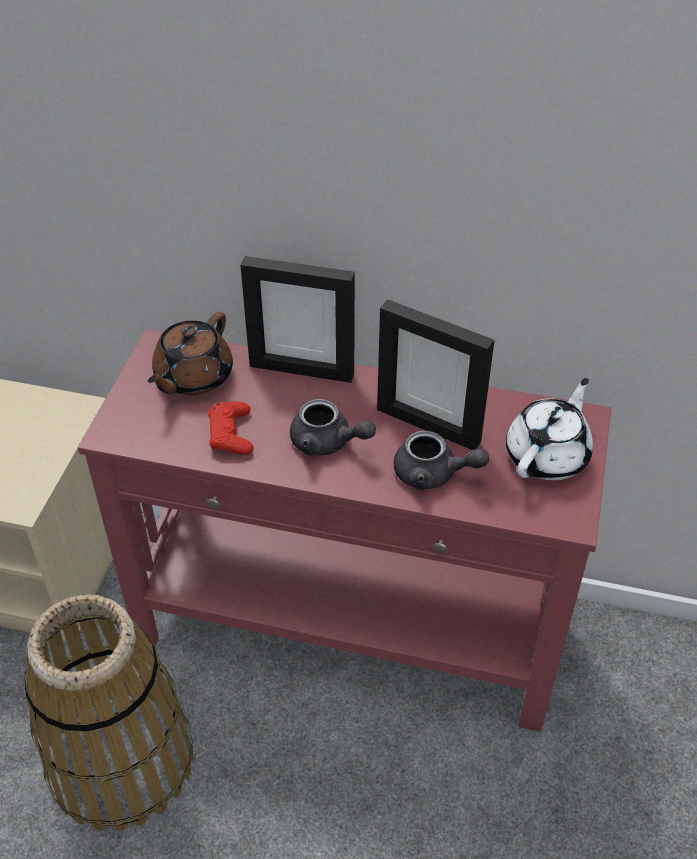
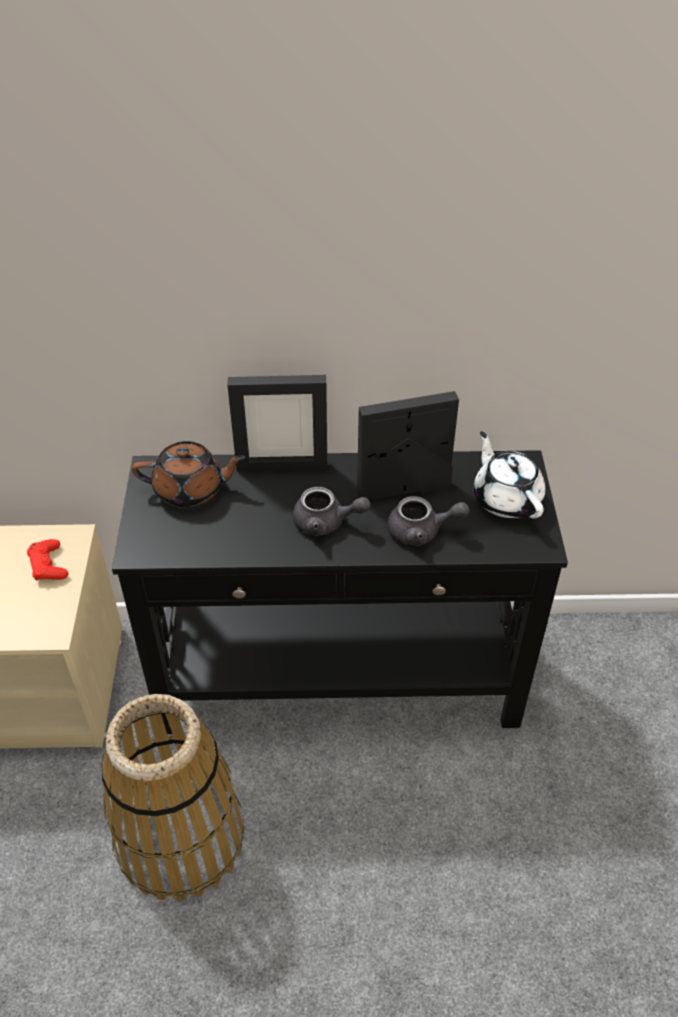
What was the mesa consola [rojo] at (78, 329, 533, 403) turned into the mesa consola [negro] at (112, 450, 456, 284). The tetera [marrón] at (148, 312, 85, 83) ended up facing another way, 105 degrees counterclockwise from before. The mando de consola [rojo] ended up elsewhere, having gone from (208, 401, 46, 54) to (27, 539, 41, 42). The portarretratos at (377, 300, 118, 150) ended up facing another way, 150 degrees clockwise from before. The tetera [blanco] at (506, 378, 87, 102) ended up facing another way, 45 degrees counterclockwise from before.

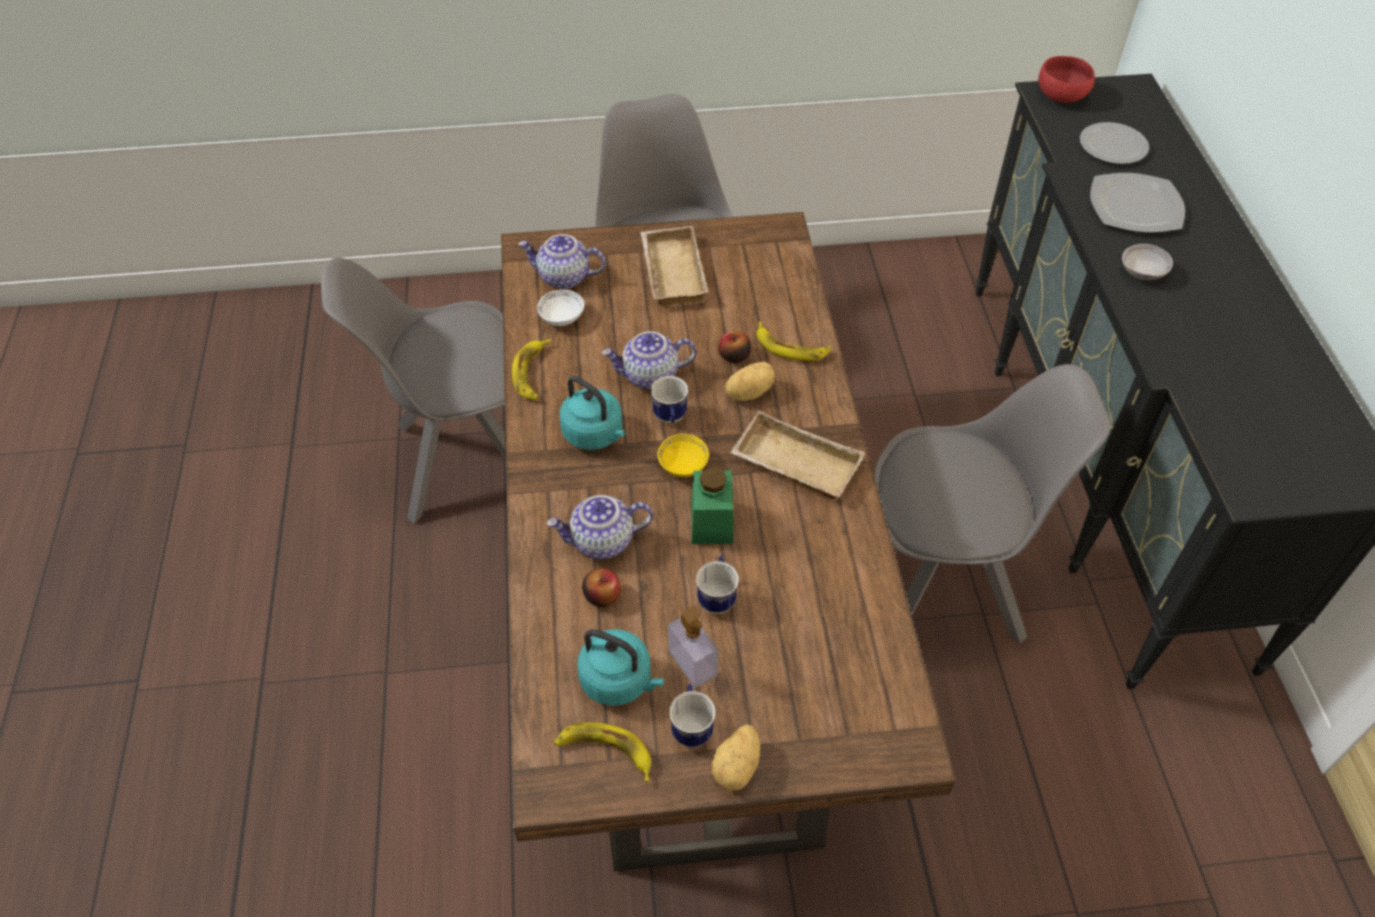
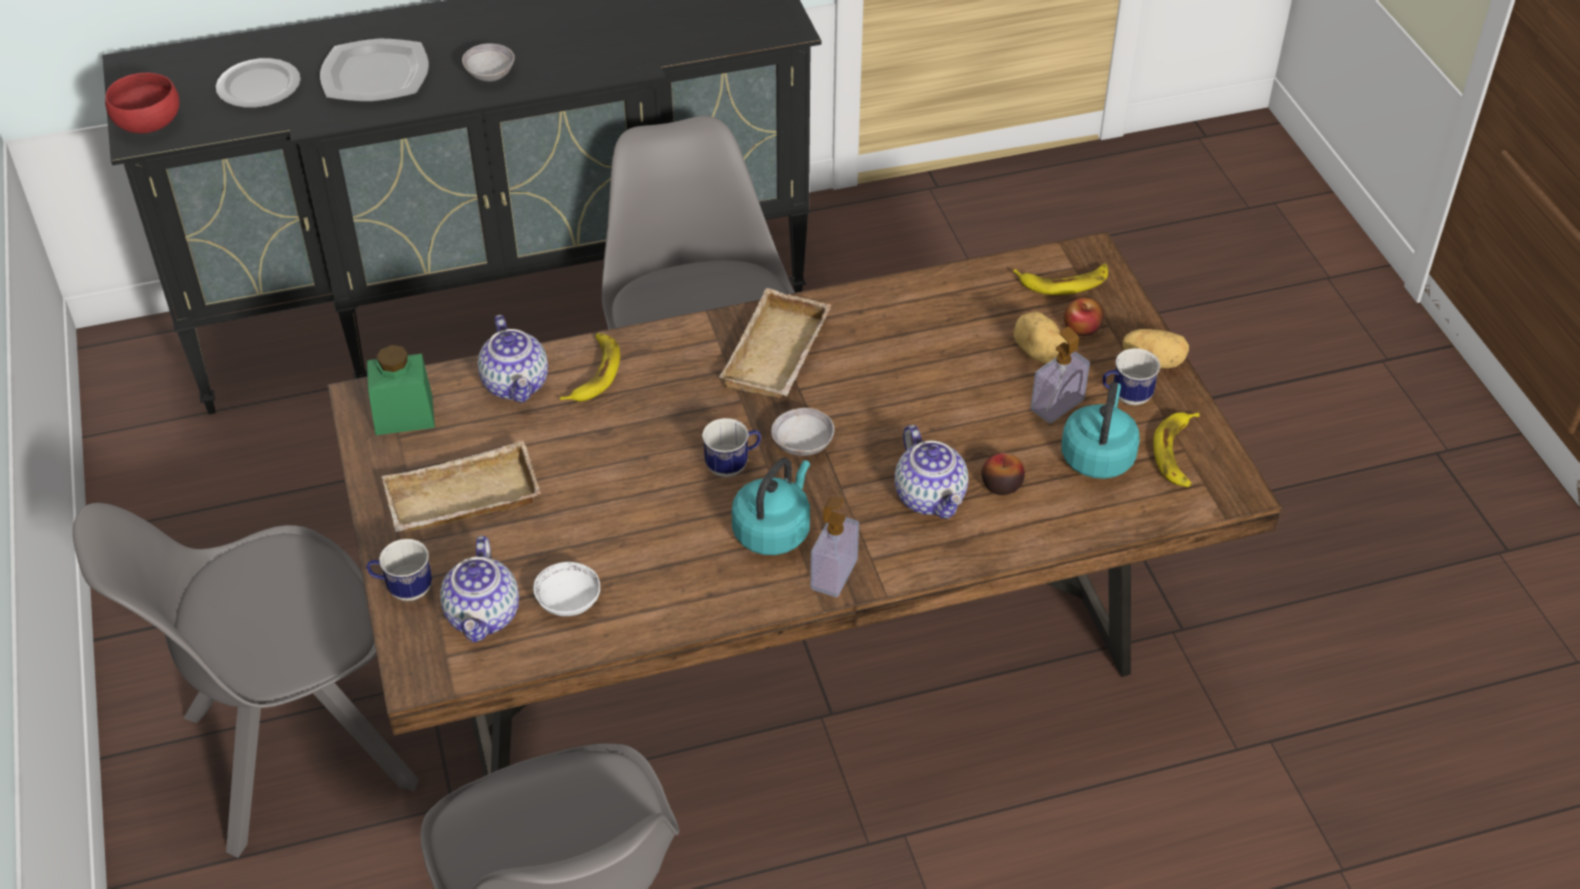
The plátano ended up elsewhere, having gone from (512, 339, 39, 61) to (1013, 264, 95, 31). The tetera ended up elsewhere, having gone from (602, 331, 95, 58) to (478, 315, 70, 88). What was the cuenco [amarillo] at (657, 434, 52, 43) turned into the cuenco [gris] at (771, 408, 64, 48). The tarro [verde] ended up elsewhere, having gone from (691, 467, 42, 77) to (367, 345, 68, 90). The taza grande ended up elsewhere, having gone from (696, 556, 43, 58) to (366, 539, 66, 62). The manzana ended up elsewhere, having gone from (718, 331, 33, 32) to (1064, 297, 40, 39). The patata ended up elsewhere, having gone from (725, 361, 50, 40) to (1013, 312, 55, 51). The second view gained the dispensador de jabón at (811, 497, 48, 100).

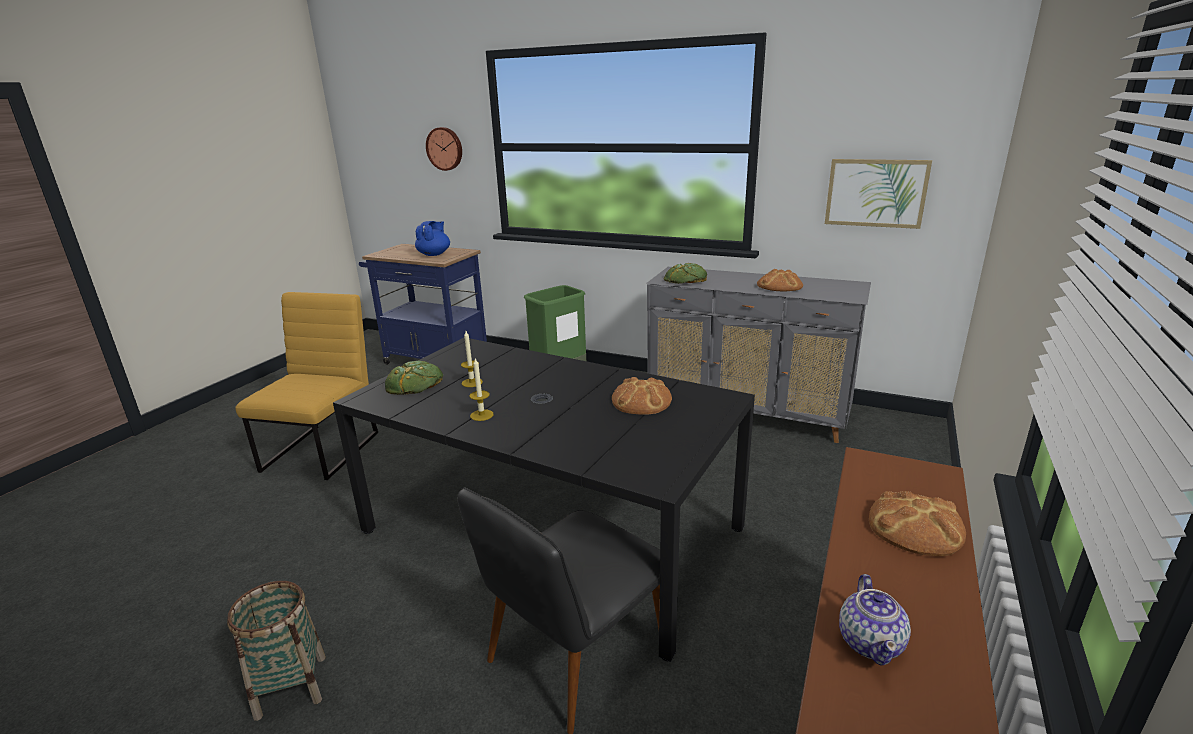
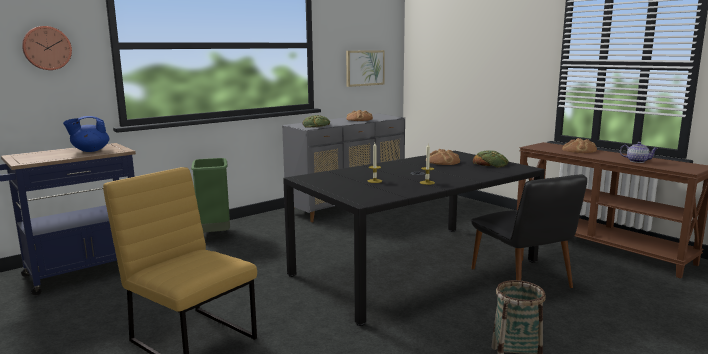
The pan ended up elsewhere, having gone from (385, 361, 58, 34) to (473, 150, 35, 18). The tetera [azul] at (415, 221, 35, 35) ended up facing another way, 75 degrees counterclockwise from before.

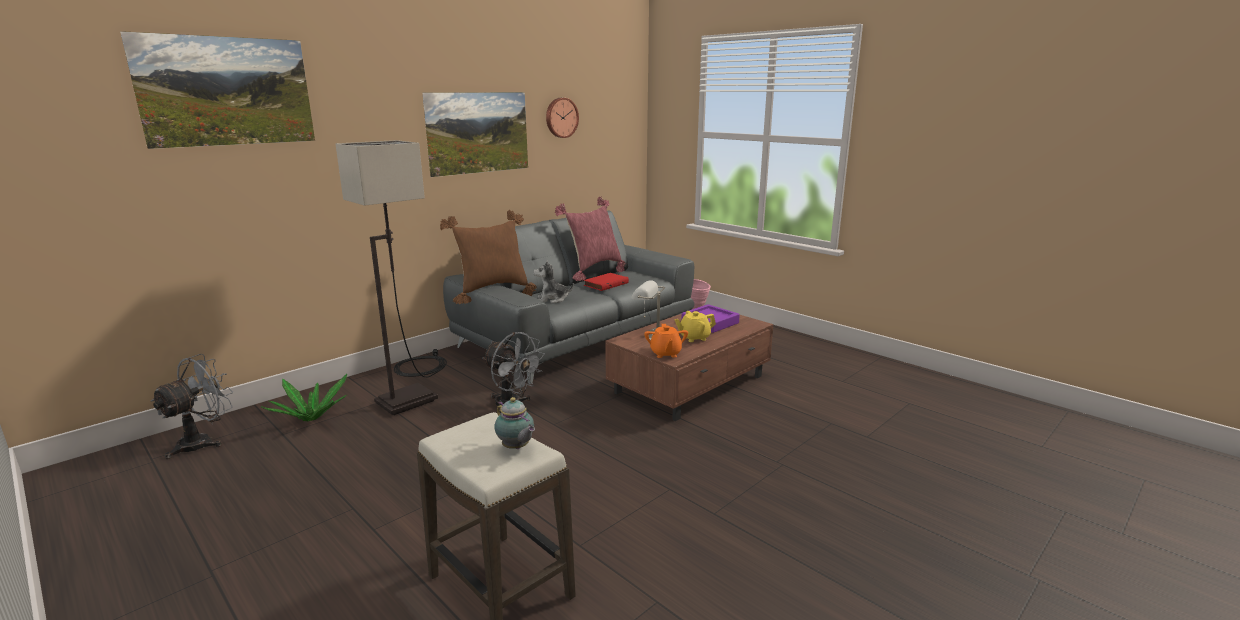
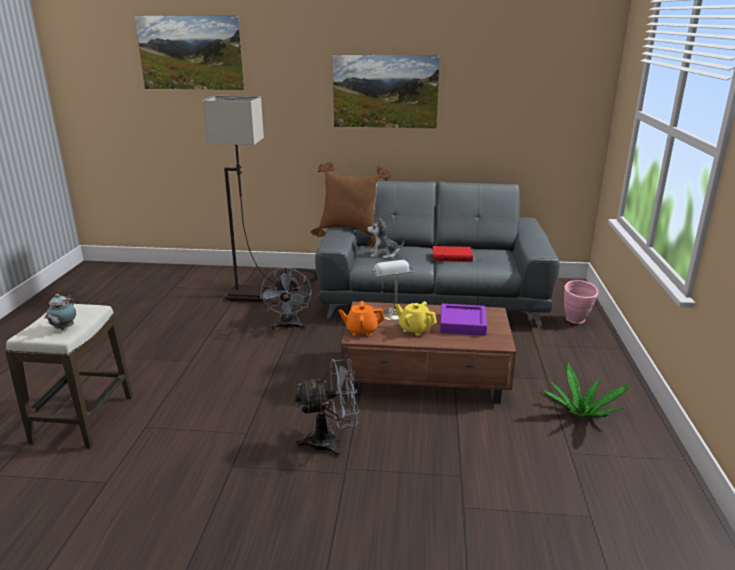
The ventilador [gris] ended up elsewhere, having gone from (151, 354, 82, 105) to (295, 359, 64, 98). The planta en maceta ended up elsewhere, having gone from (262, 374, 85, 47) to (542, 362, 89, 56). The peluche at (533, 261, 41, 42) ended up facing another way, 45 degrees counterclockwise from before. The second view lost the reloj de pared at (546, 98, 33, 40). The second view lost the cojín [rojo] at (555, 197, 71, 84). The tetera [naranja] at (644, 324, 44, 34) ended up facing another way, 45 degrees clockwise from before.

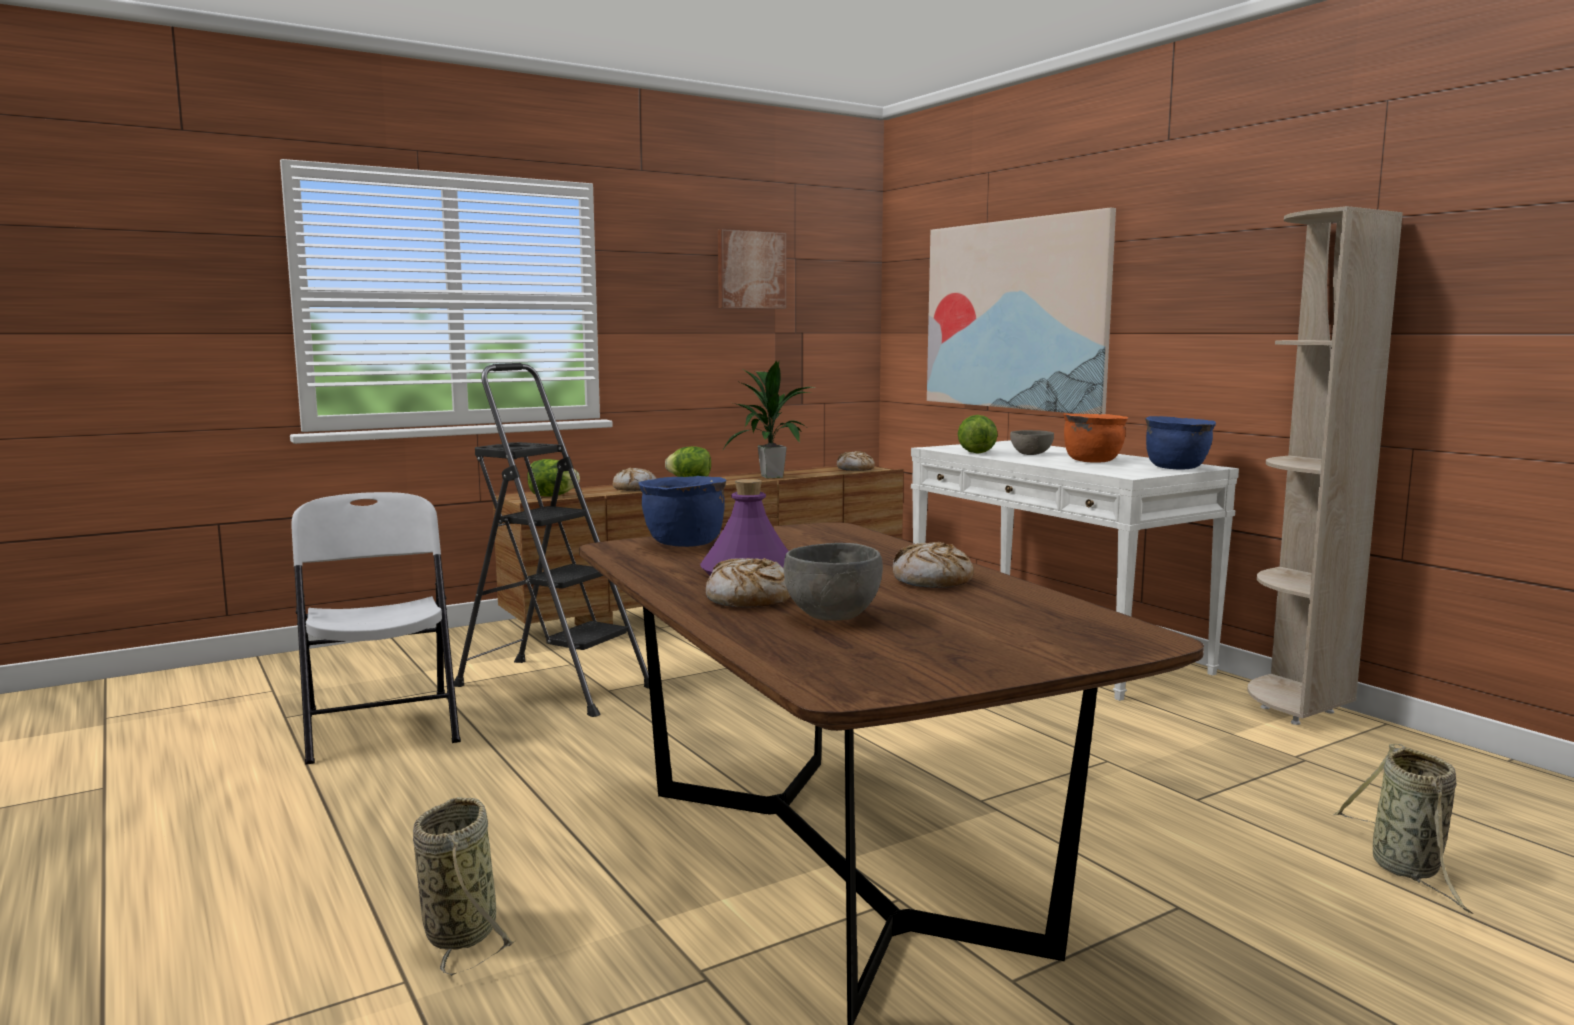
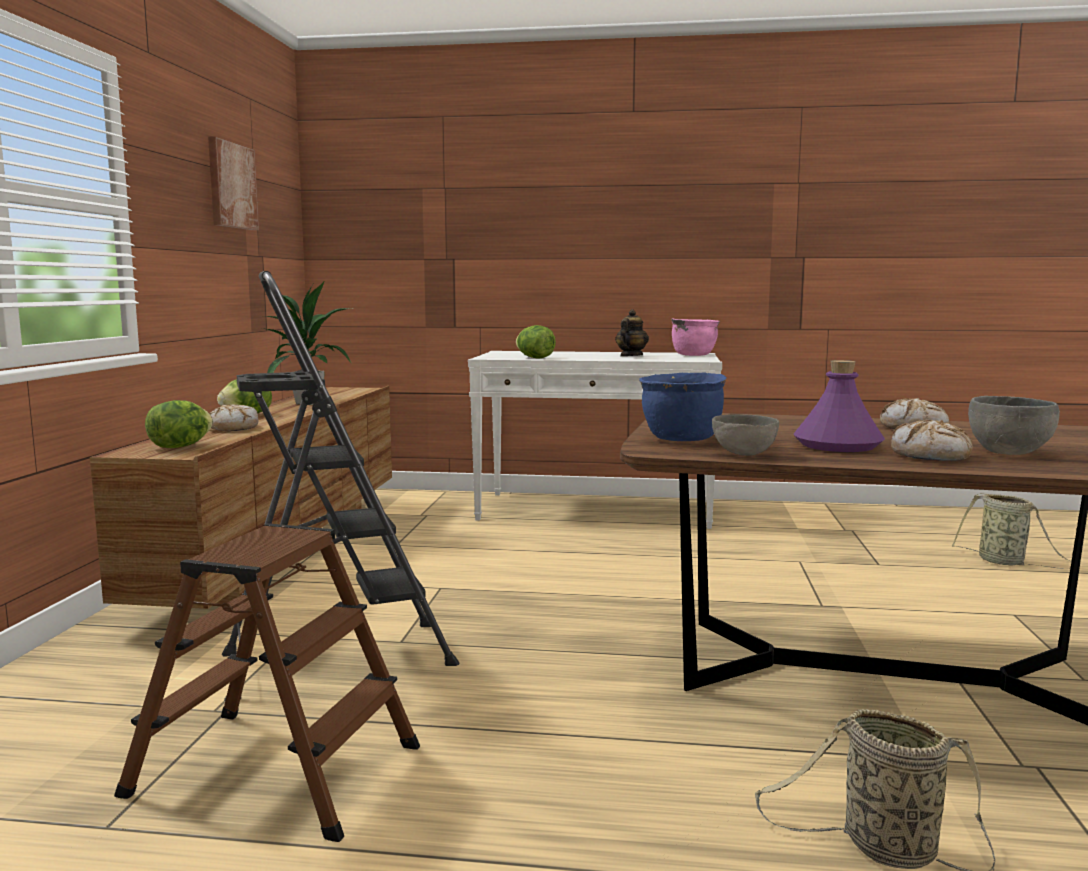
Where the silla [blanco] stood at (291, 492, 170, 273), the escalera de tijera [marrón] came to stand at (114, 523, 306, 319). The second view lost the pan at (837, 451, 38, 20). The second view lost the cuadro at (927, 207, 189, 207). The cuenco [gris] ended up elsewhere, having gone from (1010, 430, 44, 25) to (712, 414, 67, 42). Where the olla [naranja] stood at (1063, 413, 65, 50), the tetera came to stand at (615, 309, 34, 47). What was the olla [azul] at (1145, 416, 71, 53) turned into the olla [rosa] at (671, 318, 49, 38). The second view lost the estantería [beis] at (1247, 206, 156, 519).

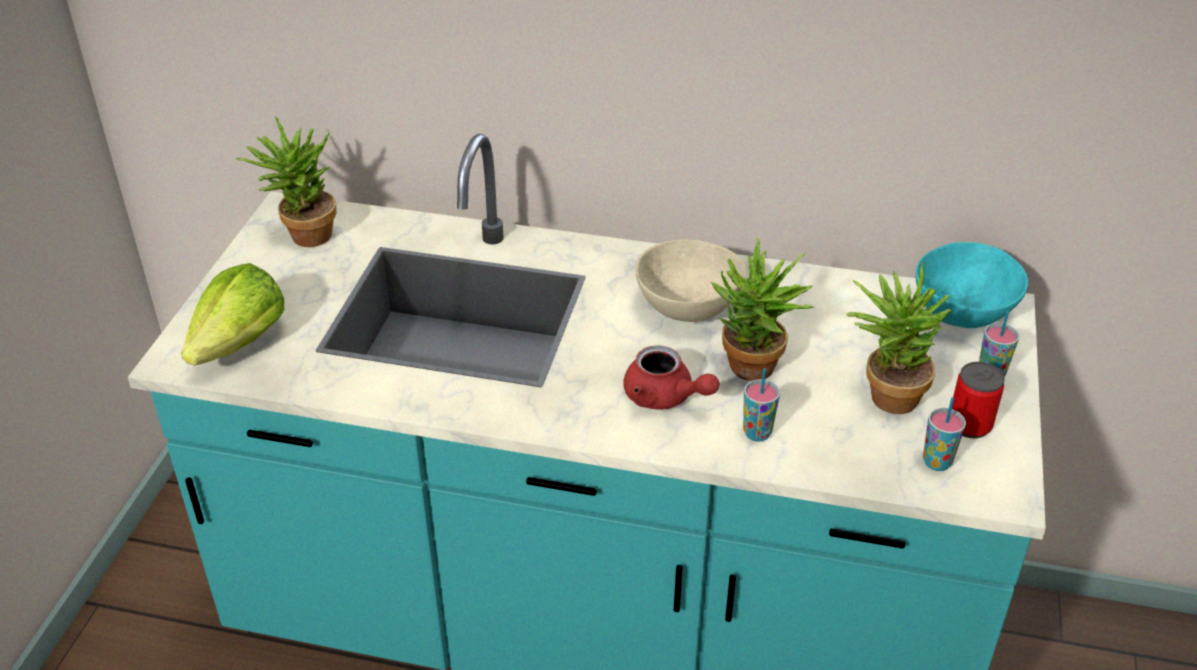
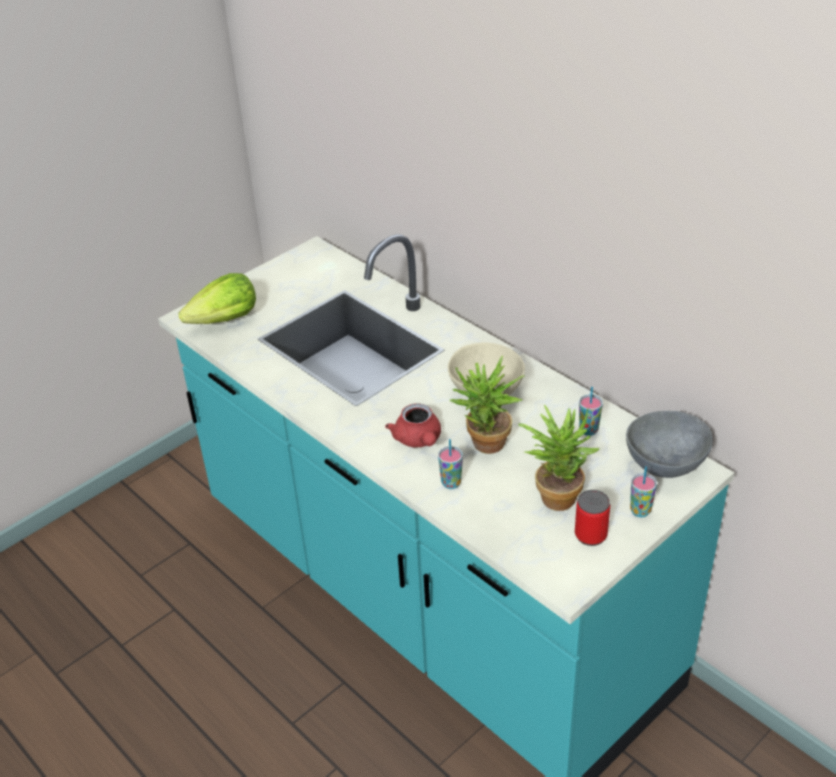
The second view lost the planta en maceta at (236, 116, 101, 131). What was the cuenco [turquesa] at (916, 242, 112, 86) turned into the cuenco [gris] at (626, 411, 87, 67). The taza ended up elsewhere, having gone from (923, 397, 43, 74) to (579, 387, 24, 49).

